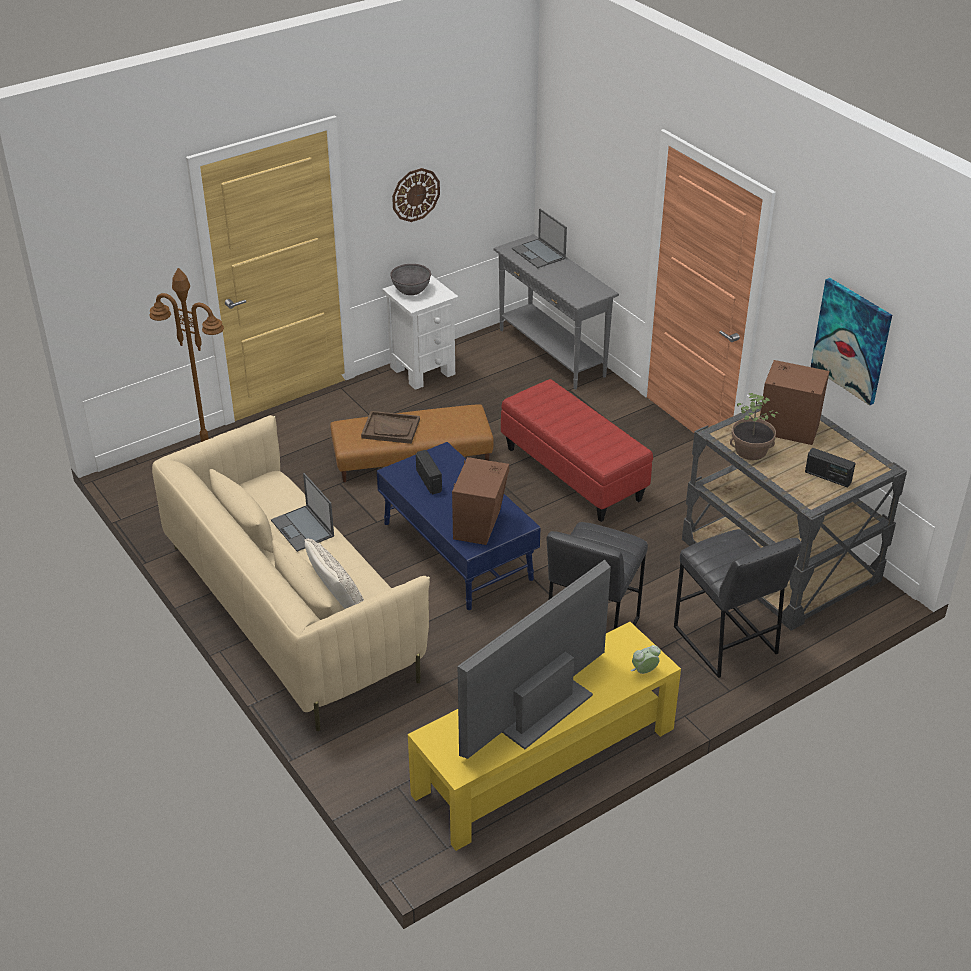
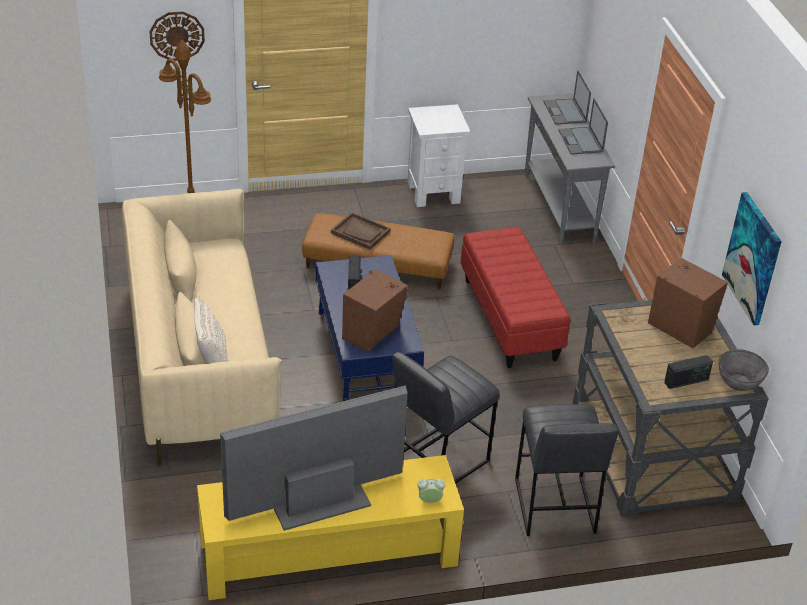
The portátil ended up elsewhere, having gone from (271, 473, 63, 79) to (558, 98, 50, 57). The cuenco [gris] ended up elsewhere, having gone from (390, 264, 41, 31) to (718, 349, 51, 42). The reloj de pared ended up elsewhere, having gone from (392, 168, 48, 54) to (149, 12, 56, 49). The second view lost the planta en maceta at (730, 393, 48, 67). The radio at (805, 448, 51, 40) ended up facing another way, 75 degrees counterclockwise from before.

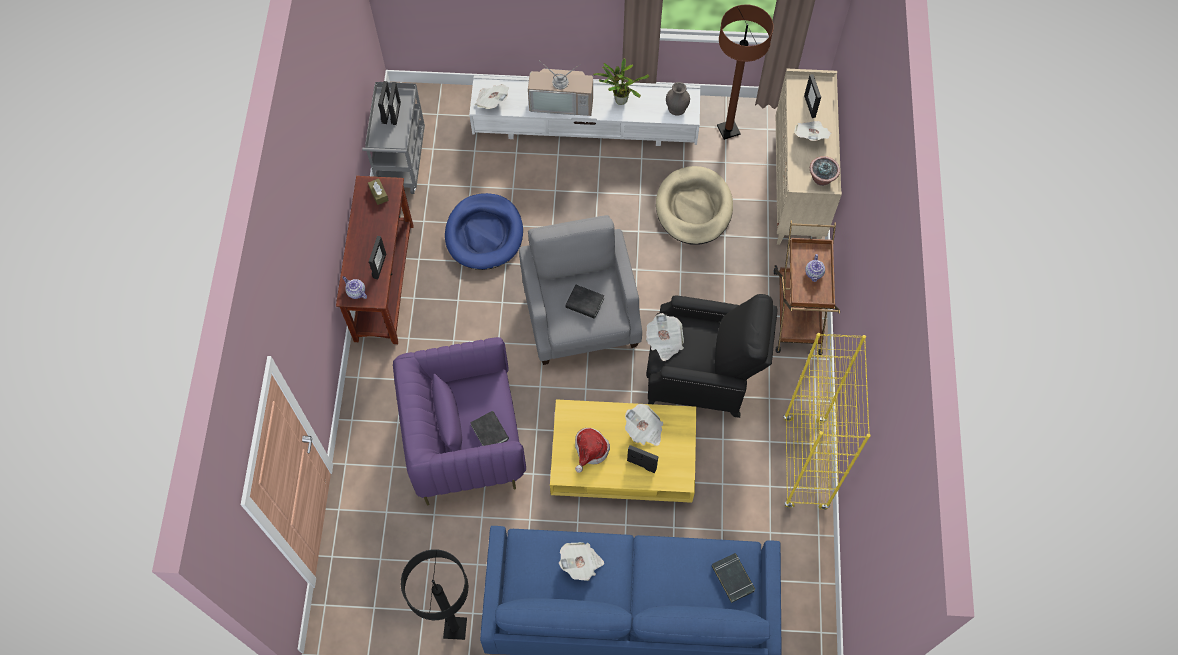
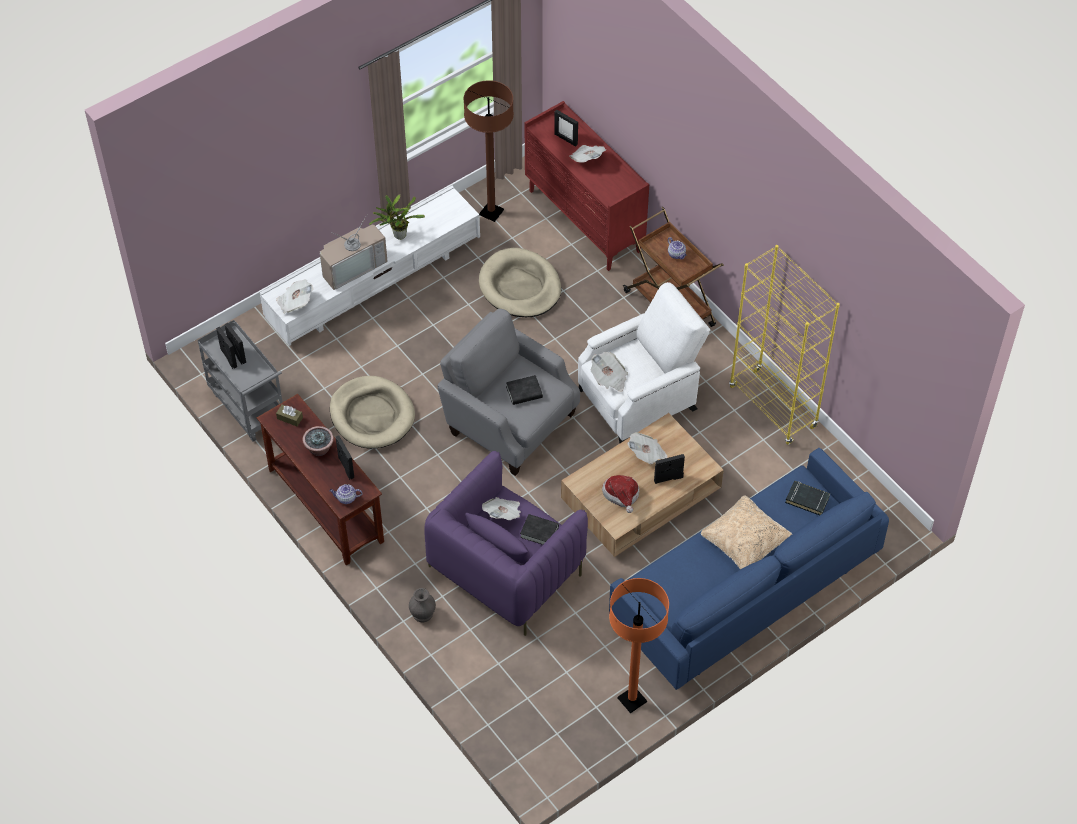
What was the lámpara de pie [negro] at (401, 549, 67, 91) turned into the lámpara de pie [naranja] at (609, 578, 60, 135). What was the cama para perro [azul] at (445, 193, 78, 77) turned into the cama para perro [beis] at (330, 376, 85, 73). What was the mesa de centro [amarillo] at (550, 399, 146, 104) turned into the mesa de centro [marrón] at (561, 413, 163, 144). The periódico ended up elsewhere, having gone from (559, 542, 45, 39) to (482, 497, 39, 23). What was the sillón [negro] at (646, 294, 132, 124) turned into the sillón [blanco] at (578, 282, 132, 162). The florero [gris] ended up elsewhere, having gone from (666, 82, 24, 34) to (409, 588, 27, 34). What was the armario [beis] at (776, 69, 66, 176) turned into the armario [rojo] at (525, 101, 124, 170). The planta en maceta ended up elsewhere, having gone from (810, 156, 30, 30) to (303, 426, 31, 30). The second view gained the cojín [beis] at (700, 495, 92, 74).

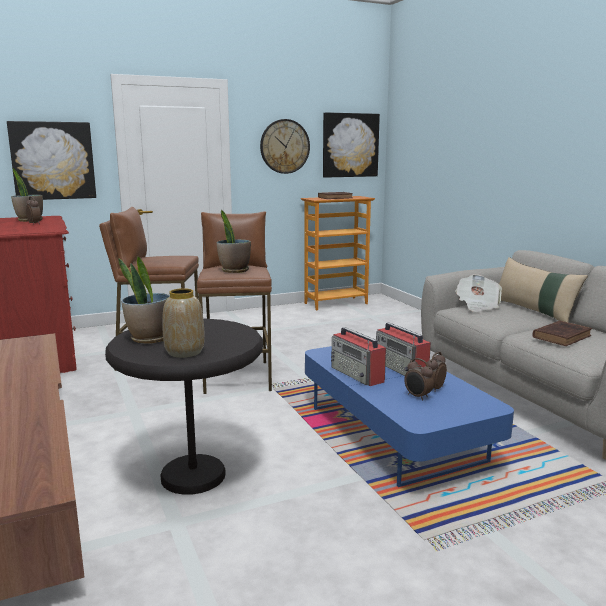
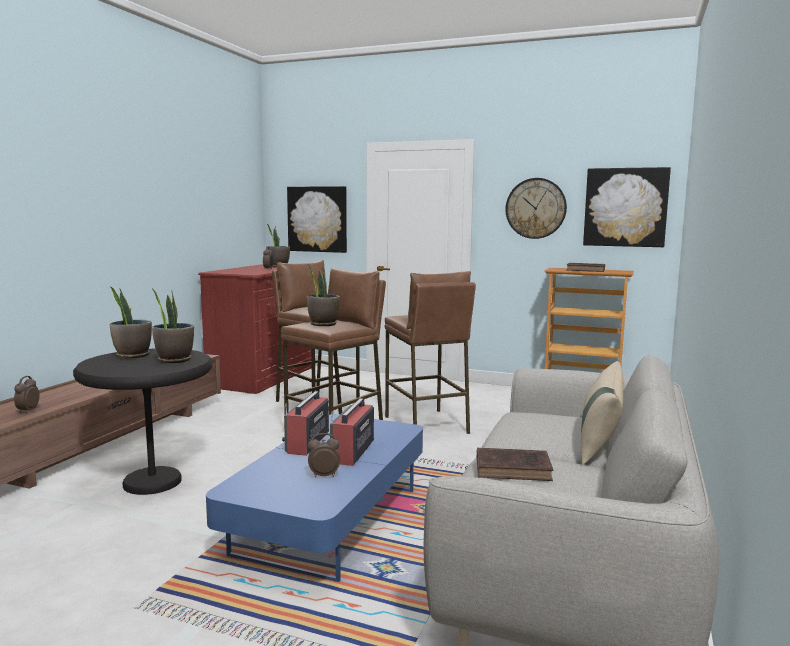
The second view lost the florero at (162, 288, 43, 70). The despertador ended up elsewhere, having gone from (404, 358, 30, 42) to (14, 376, 26, 37). The second view lost the periódico at (455, 274, 47, 38). The second view gained the planta en maceta at (151, 288, 43, 75). The second view gained the taburete [marrón] at (385, 271, 91, 163).

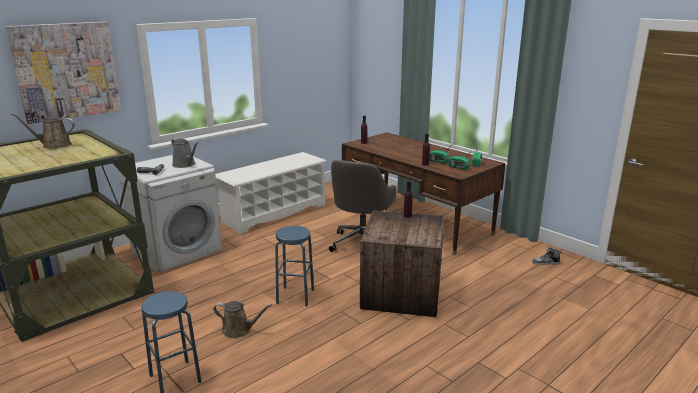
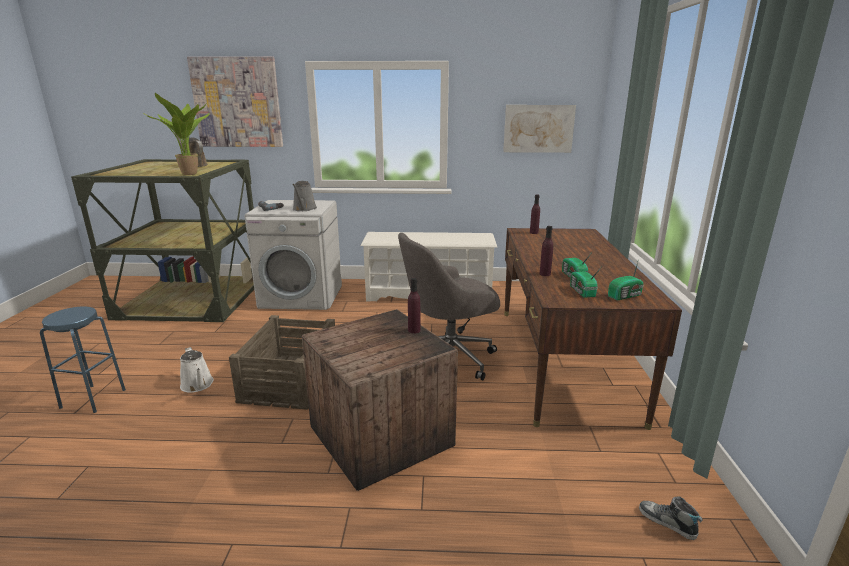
What was the regadera [marrón] at (213, 301, 59, 38) turned into the regadera [blanco] at (180, 347, 34, 46). Where the taburete [azul] stood at (275, 226, 39, 81), the caja de embalaje came to stand at (229, 315, 106, 95). The second view gained the planta en maceta at (142, 93, 68, 82). The second view gained the cuadro at (503, 105, 73, 48).

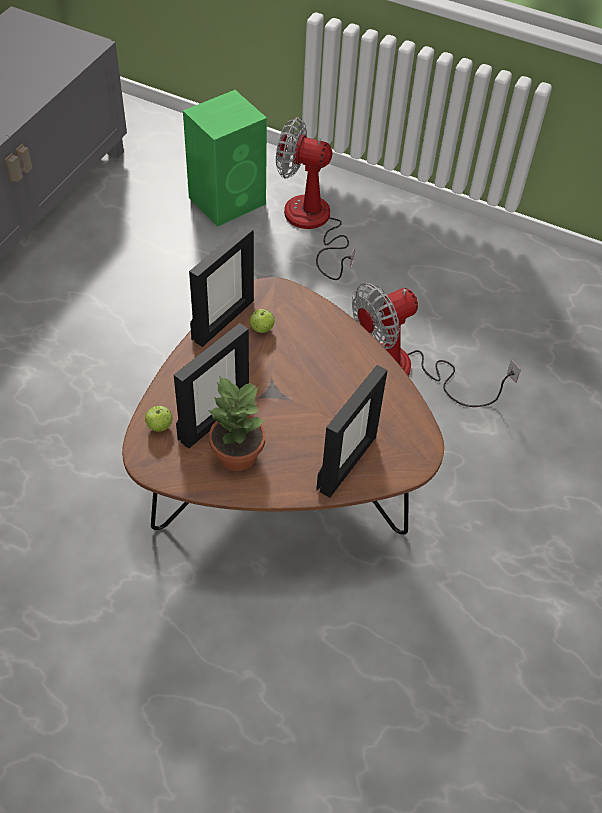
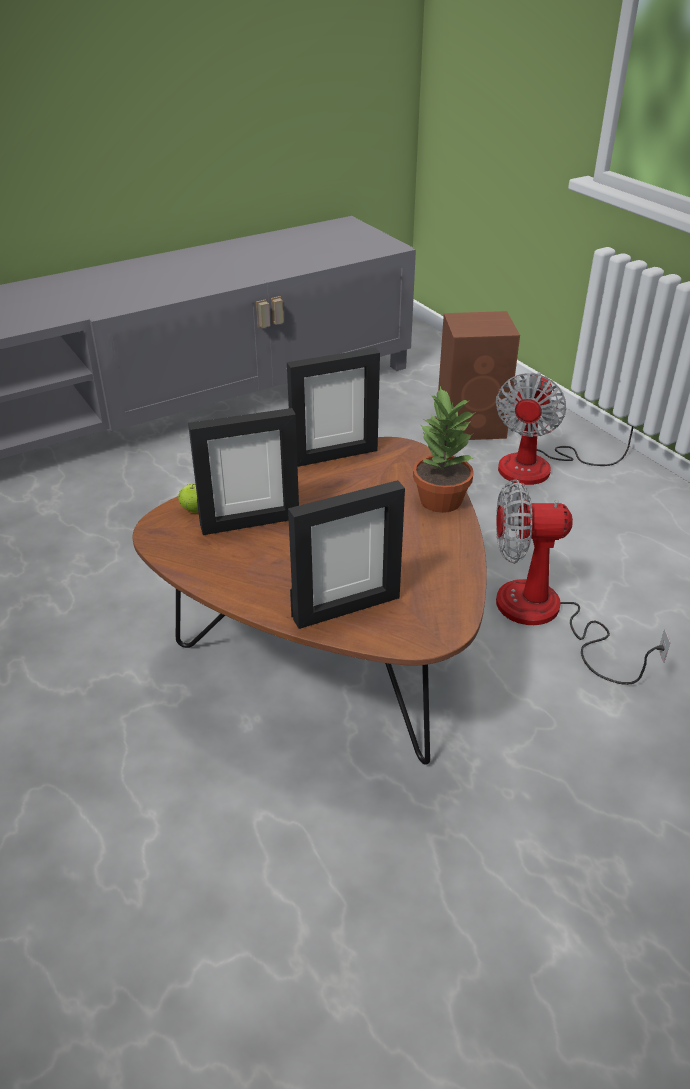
What was the altavoz [verde] at (183, 90, 84, 137) turned into the altavoz [marrón] at (438, 311, 82, 129). The planta en maceta ended up elsewhere, having gone from (209, 376, 56, 95) to (413, 386, 63, 127). The second view lost the manzana at (250, 309, 25, 24). The ventilador at (276, 117, 80, 163) ended up facing another way, 120 degrees counterclockwise from before.

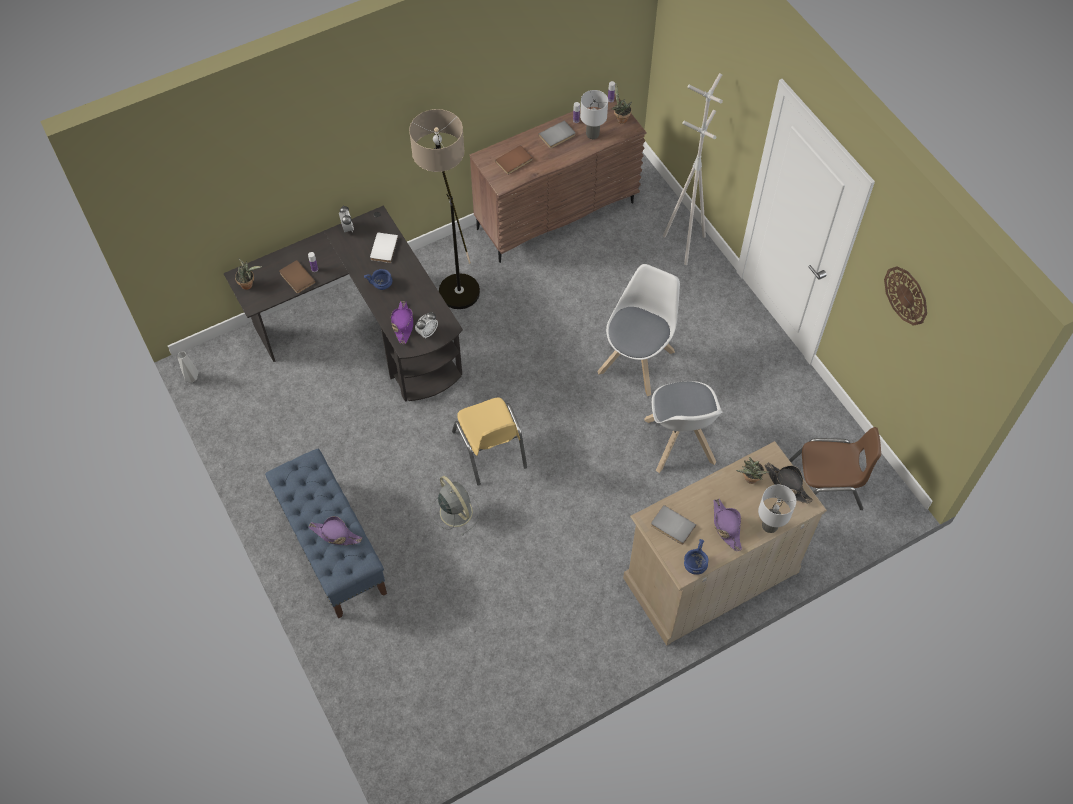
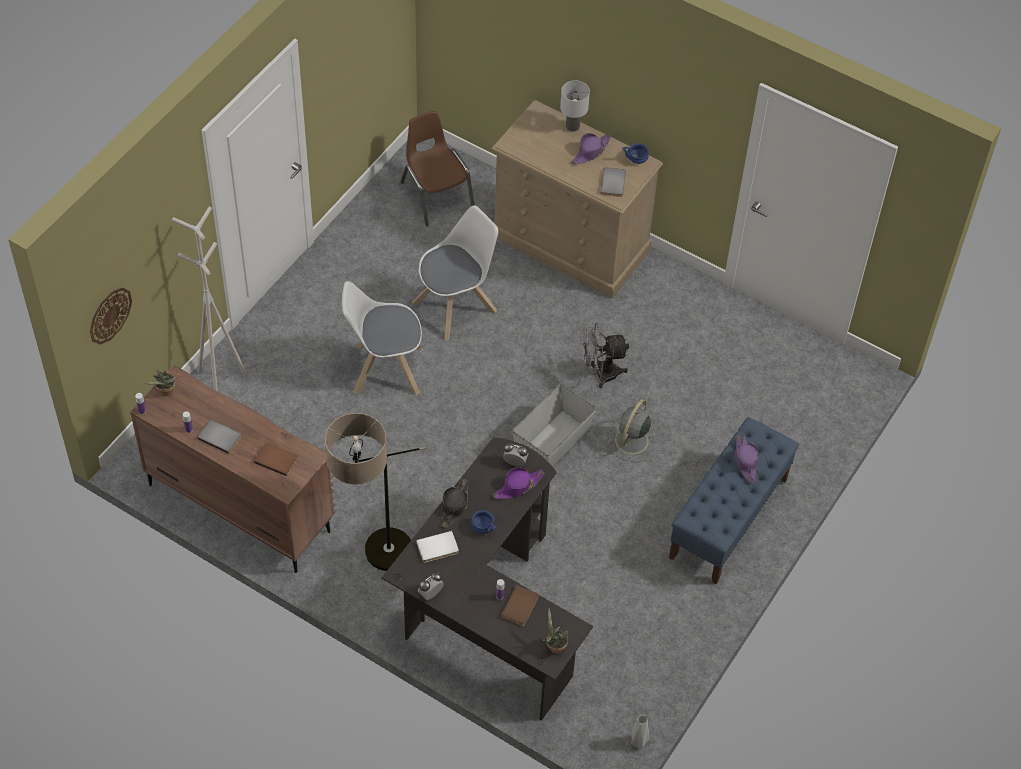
Where the silla [amarillo] stood at (452, 397, 75, 89), the caja de almacenaje [gris] came to stand at (512, 384, 84, 83). The second view lost the lámpara de mesa [blanco] at (580, 90, 28, 49). The second view lost the planta en maceta at (736, 457, 34, 27). The sombrero [negro] ended up elsewhere, having gone from (765, 462, 48, 41) to (441, 479, 27, 49). The reloj de pared ended up elsewhere, having gone from (884, 266, 43, 60) to (90, 287, 42, 58). The second view gained the ventilador [gris] at (583, 323, 46, 65).

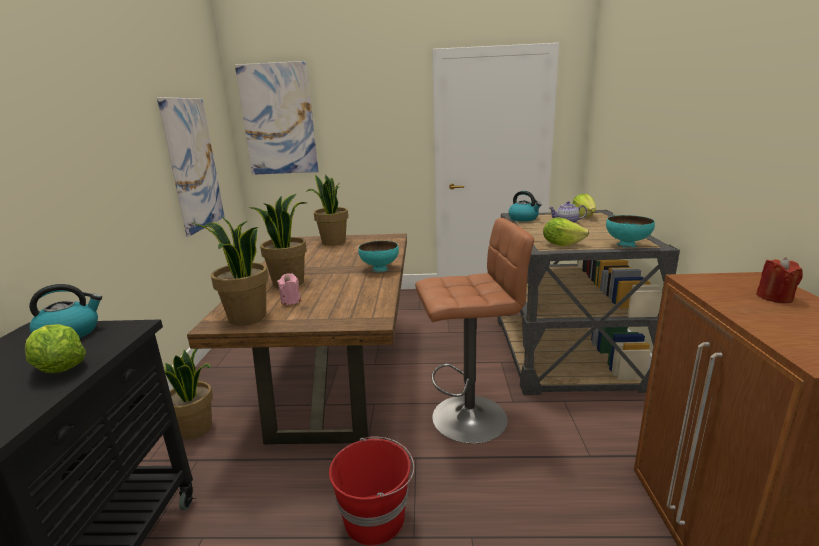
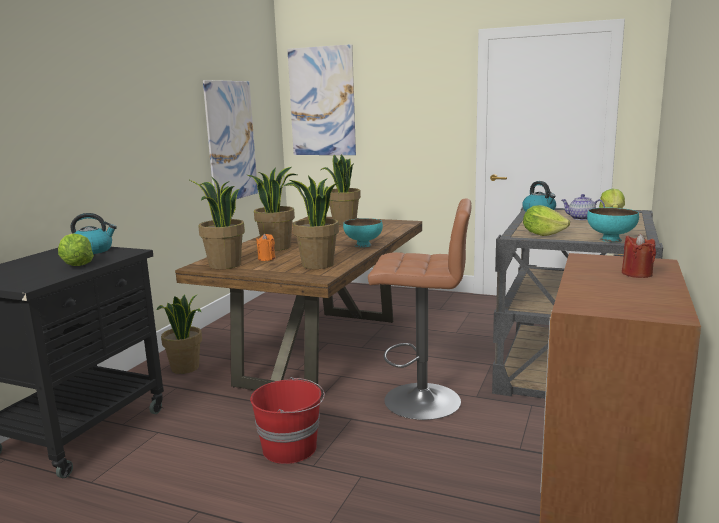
What was the vela [rosa] at (277, 273, 24, 32) turned into the vela [naranja] at (256, 234, 19, 27). The second view gained the planta en maceta at (284, 175, 57, 94).

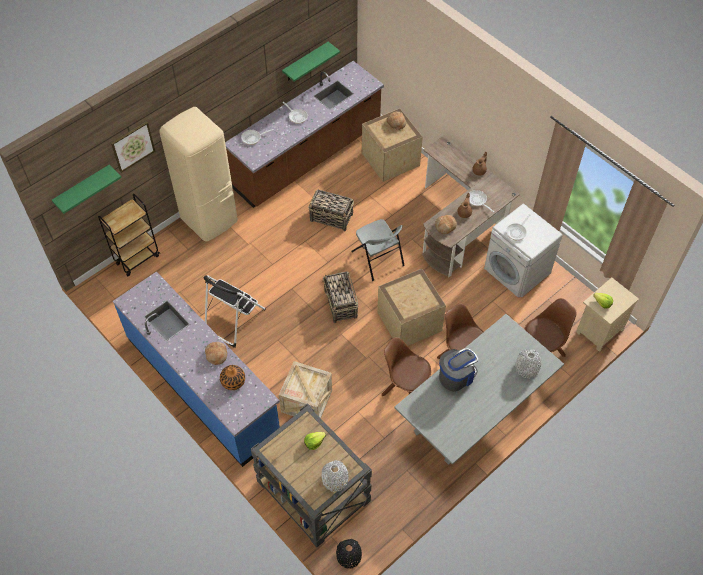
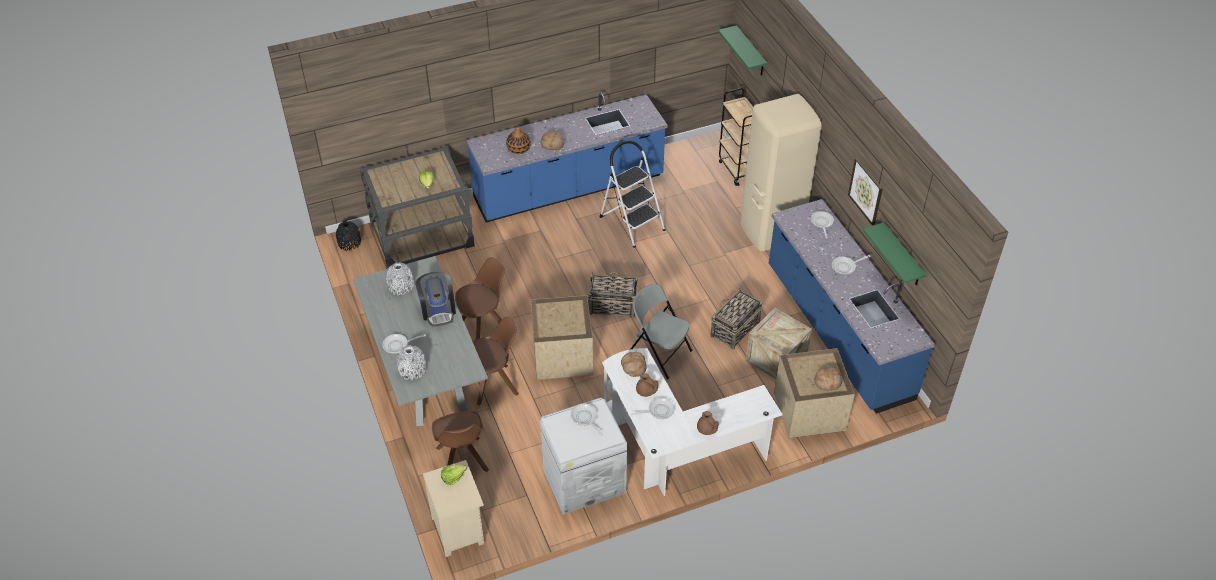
The cuadro ended up elsewhere, having gone from (111, 121, 44, 52) to (848, 158, 35, 67). What was the mueble bajo de cocina [marrón] at (225, 61, 159, 147) turned into the mueble bajo de cocina [azul] at (769, 199, 166, 215). The caja de embalaje ended up elsewhere, having gone from (279, 361, 53, 57) to (746, 308, 66, 71). The florero [gris] ended up elsewhere, having gone from (322, 460, 26, 32) to (386, 262, 28, 33). The silla [gris] at (351, 219, 54, 62) ended up facing another way, 45 degrees clockwise from before. What was the escritorio [marrón] at (422, 135, 98, 142) turned into the escritorio [blanco] at (602, 348, 181, 148). The second view gained the sartén at (382, 334, 44, 20).

